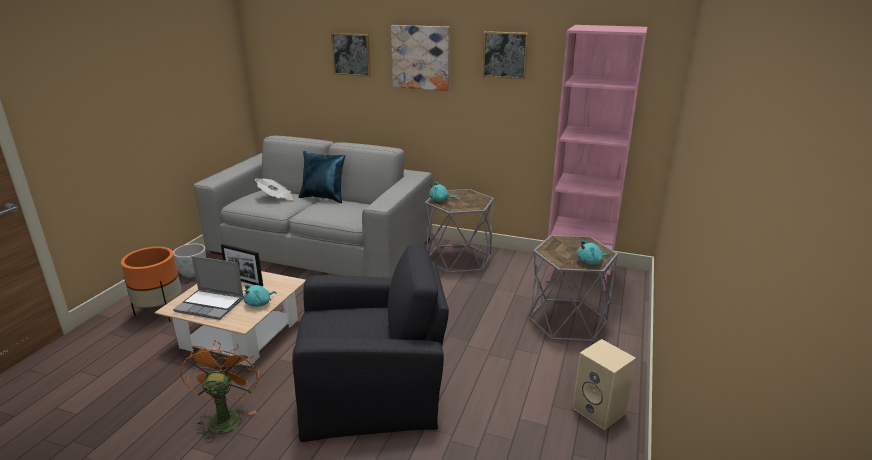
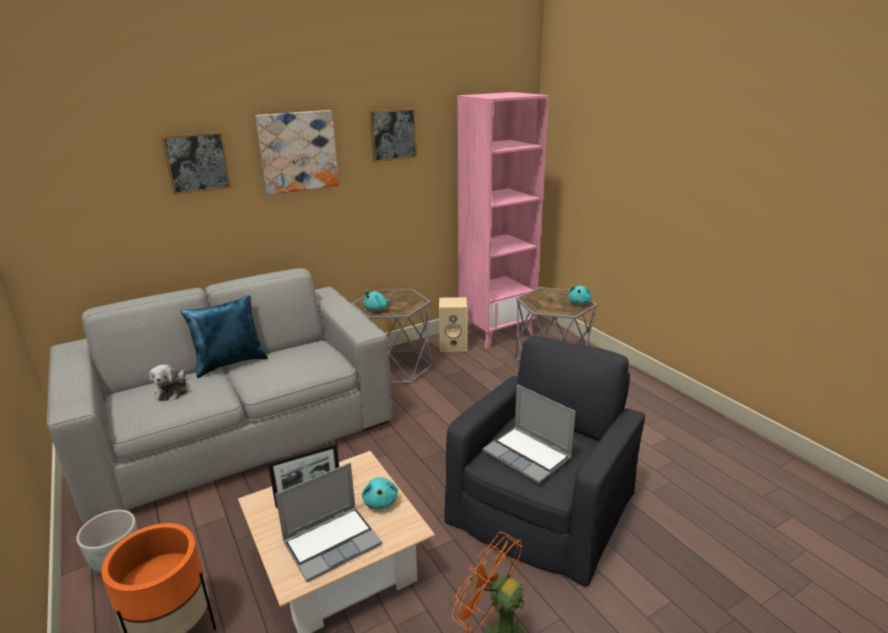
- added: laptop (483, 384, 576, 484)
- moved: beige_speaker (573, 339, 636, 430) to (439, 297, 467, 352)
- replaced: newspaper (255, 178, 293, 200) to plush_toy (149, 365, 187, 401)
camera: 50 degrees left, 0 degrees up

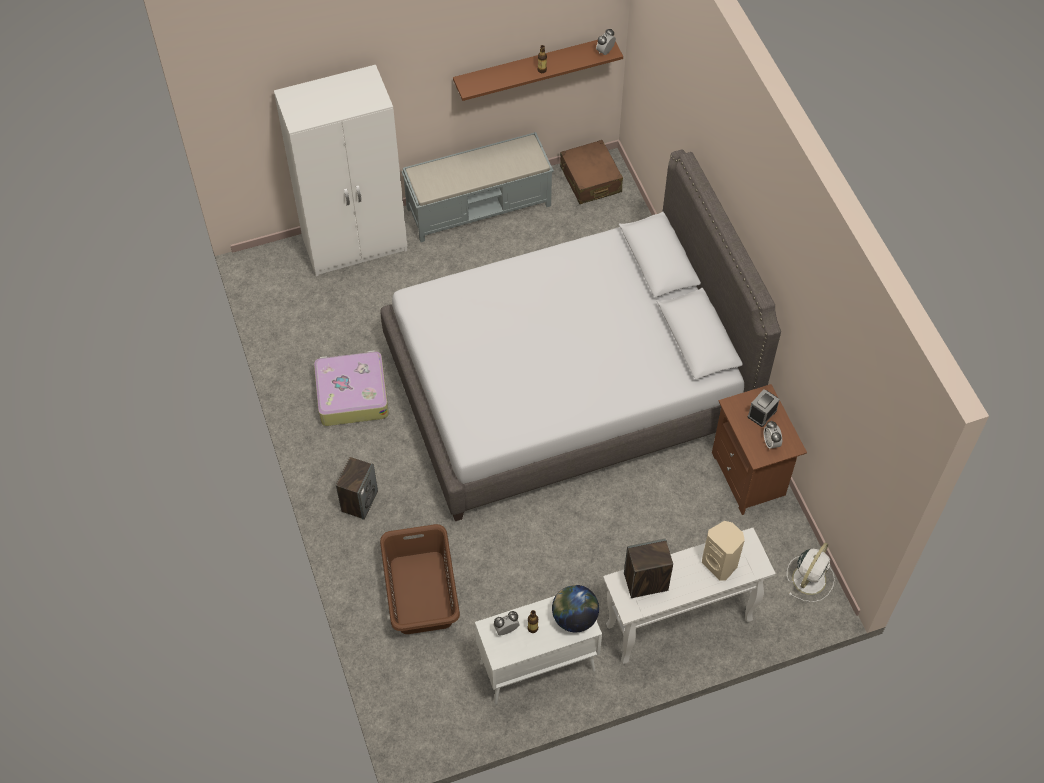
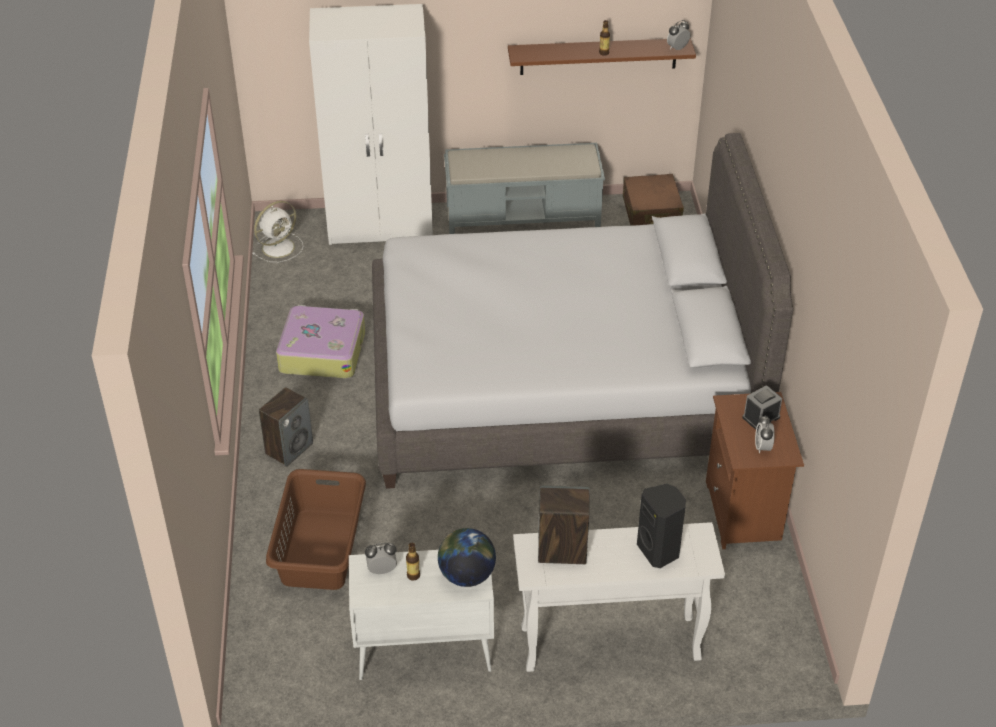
- moved: white_fan (787, 543, 835, 602) to (252, 201, 303, 262)
- recoloured: beige_speaker (702, 521, 745, 581) to black_speaker (637, 484, 686, 568)
camera: 15 degrees right, 15 degrees down

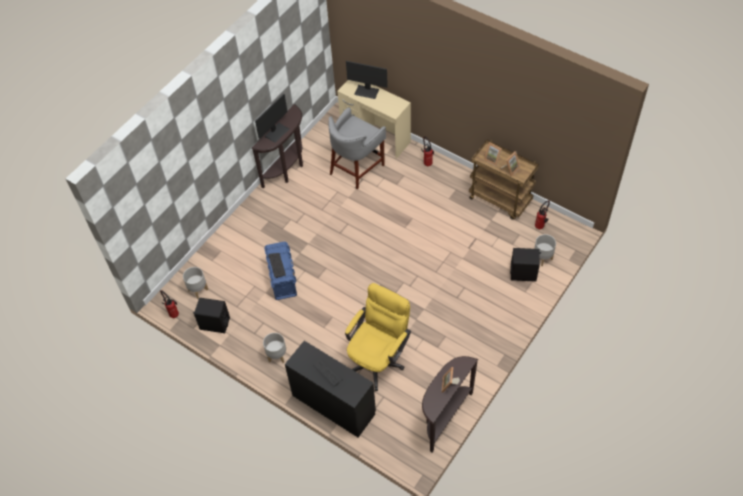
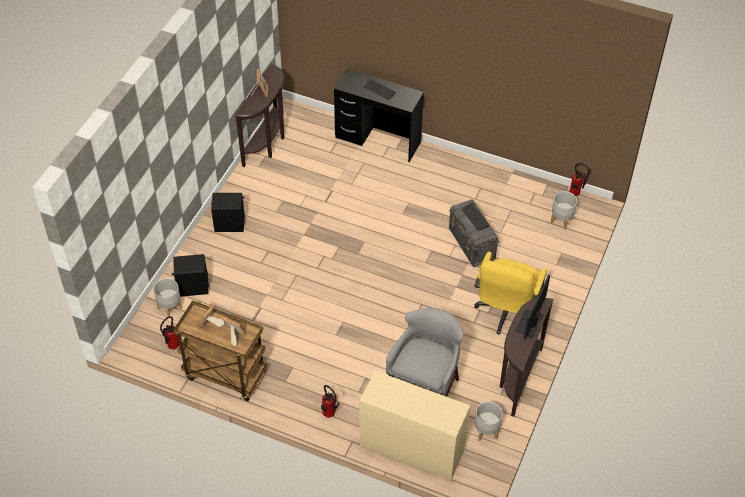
- removed: monitor (346, 61, 388, 99)
- moved: black_speaker (193, 298, 230, 333) to (211, 193, 245, 232)
- moved: grey_planter (263, 333, 286, 363) to (475, 402, 503, 441)
- moved: yellow_office_chair (345, 283, 411, 391) to (474, 252, 547, 335)
- recoloured: blue_storage_box (264, 241, 297, 300) to grey_storage_box (449, 199, 499, 267)
camera: 165 degrees right, 5 degrees down

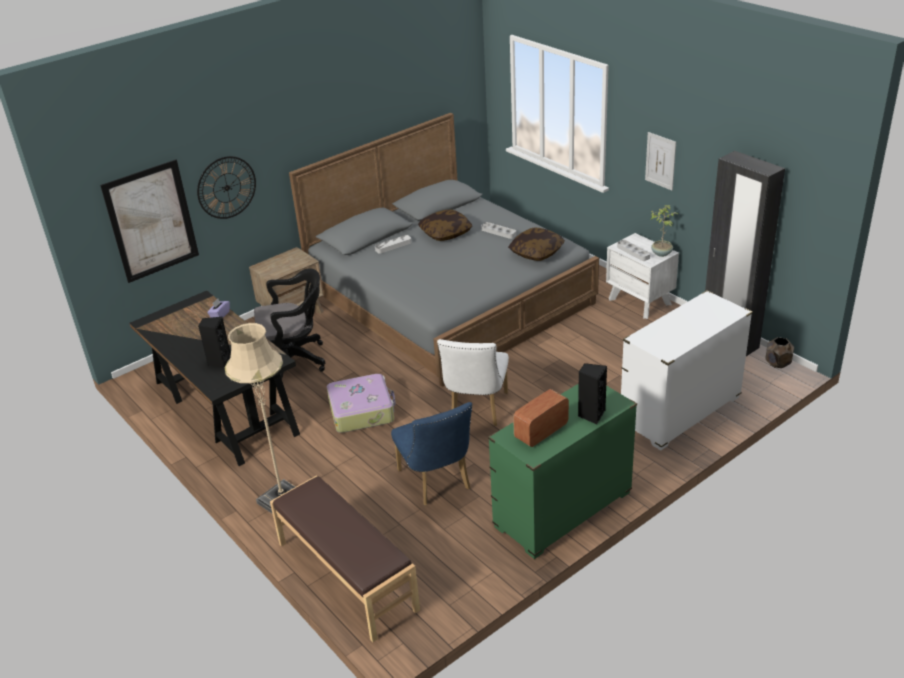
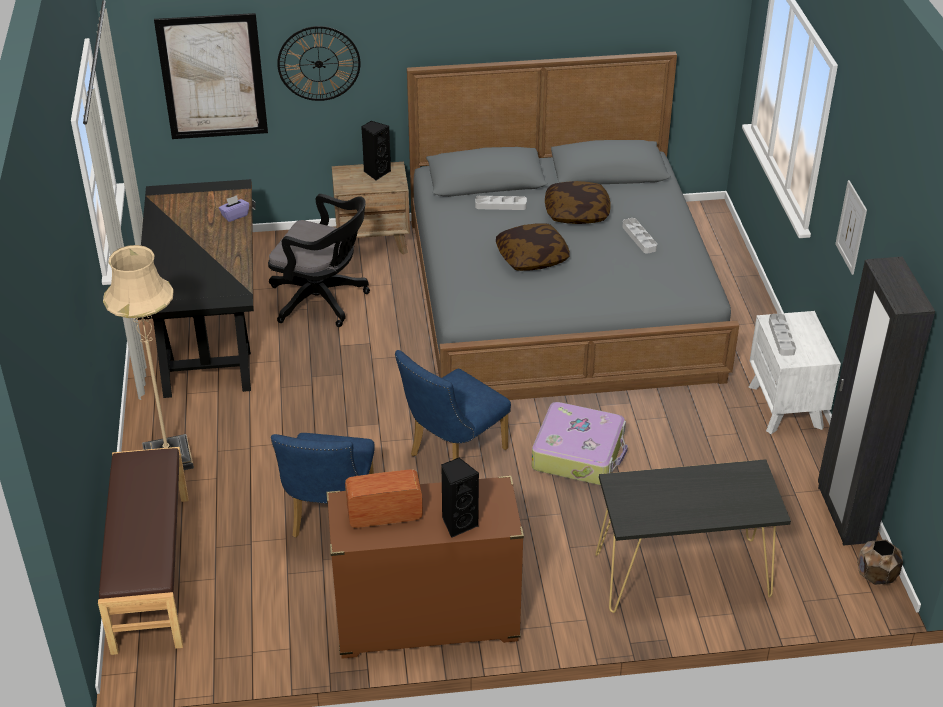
- removed: potted_plant (651, 205, 679, 257)
- moved: black_speaker (198, 317, 231, 369) to (361, 120, 391, 180)
- moved: suitcase (327, 374, 396, 433) to (531, 402, 628, 485)
- moved: pillow (508, 228, 565, 261) to (496, 223, 570, 271)
- replaced: white_dresser (621, 290, 752, 451) to black_console_table (596, 459, 791, 613)
- recoloured: white_chair (437, 339, 509, 426) to blue_chair (395, 350, 511, 460)
- recoloured: green_dresser (488, 384, 637, 559) to brown_dresser (326, 476, 524, 659)
camera: 30 degrees right, 5 degrees up

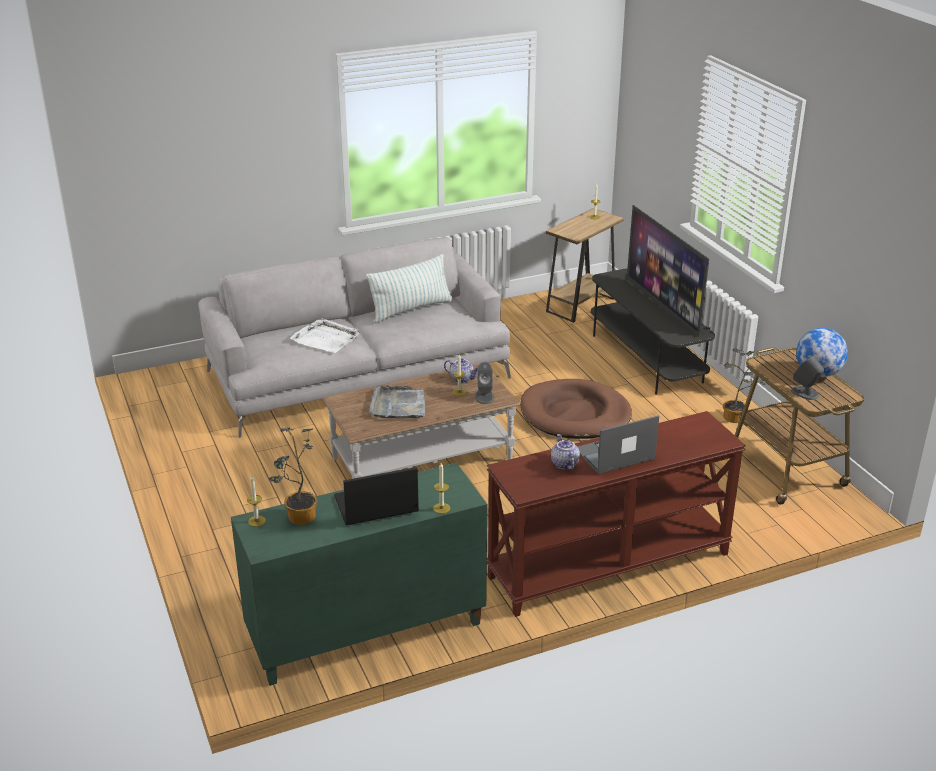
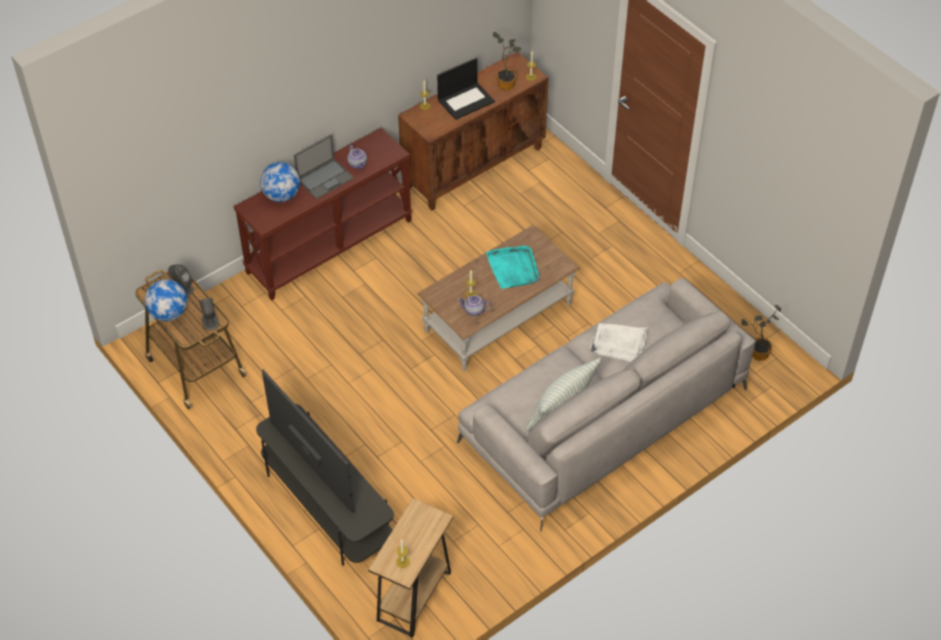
- removed: brown_dog_bed (520, 379, 632, 439)
- added: globe (260, 162, 300, 202)
- moved: grey_speaker (475, 362, 494, 404) to (199, 298, 219, 330)
- moved: potted_plant (723, 349, 765, 423) to (741, 305, 781, 361)
- recoloured: green_cabinet (231, 462, 487, 686) to brown_cabinet (398, 52, 549, 211)
- recoloured: grey_tray (369, 385, 425, 418) to turquoise_tray (486, 245, 540, 289)
camera: 165 degrees right, 20 degrees up

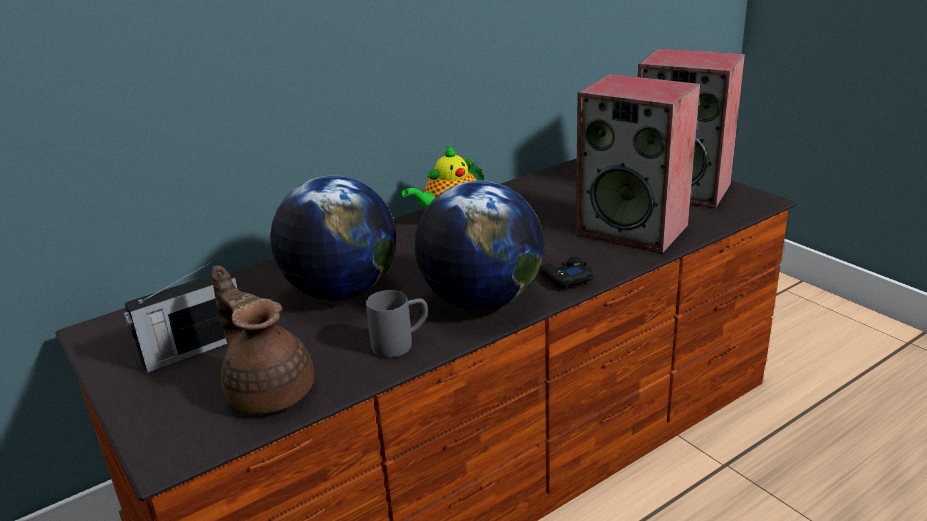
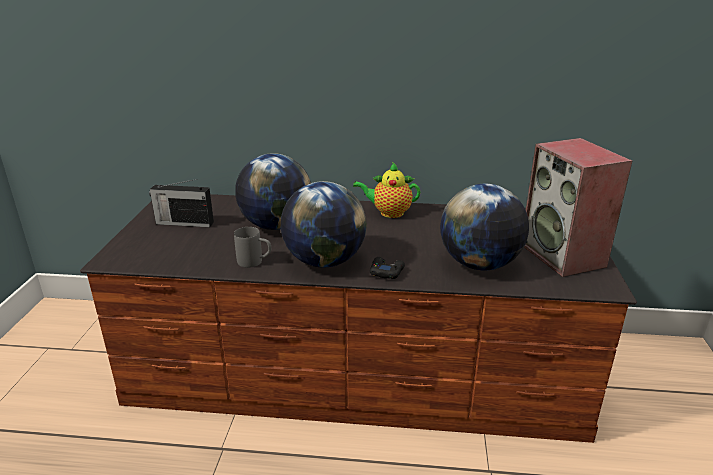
- removed: brown_teapot (212, 266, 314, 414)
- replaced: speaker (576, 74, 700, 254) to globe (440, 184, 529, 270)
camera: 40 degrees right, 0 degrees up

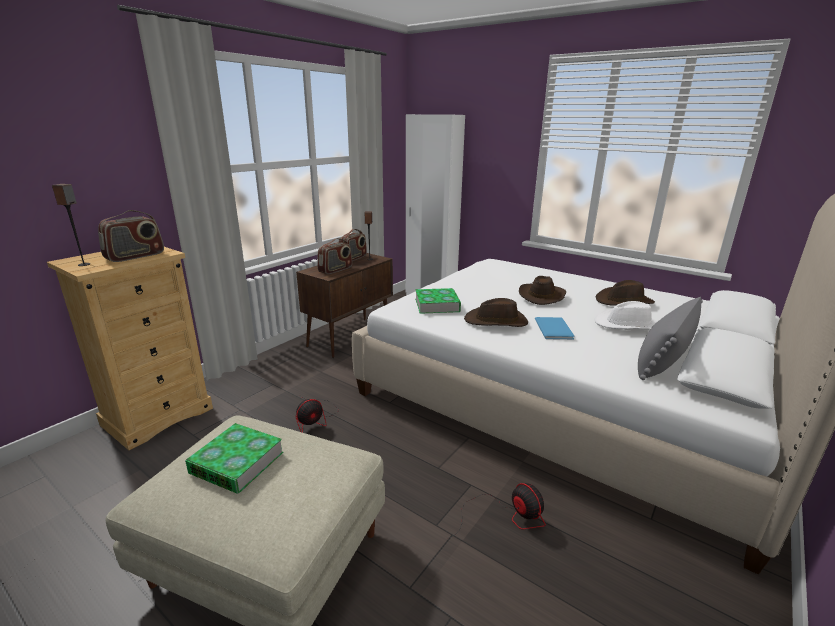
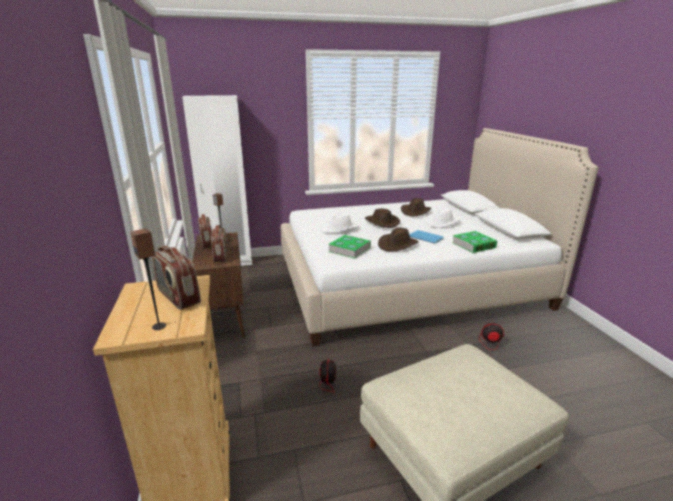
- removed: grey_pillow (638, 297, 703, 380)
- added: white_hat (320, 213, 359, 233)
- moved: book (185, 423, 283, 494) to (452, 231, 497, 253)
- turned: radio (98, 210, 164, 262) = (152, 246, 201, 310) 150 degrees clockwise
camera: 50 degrees left, 0 degrees up

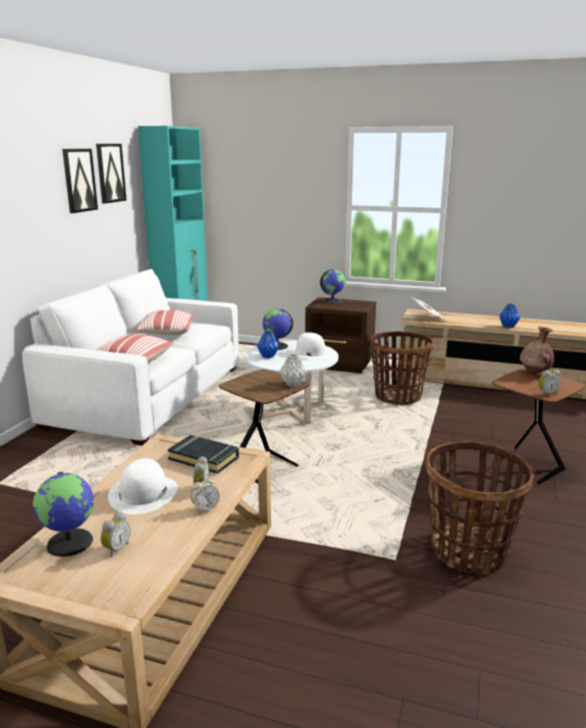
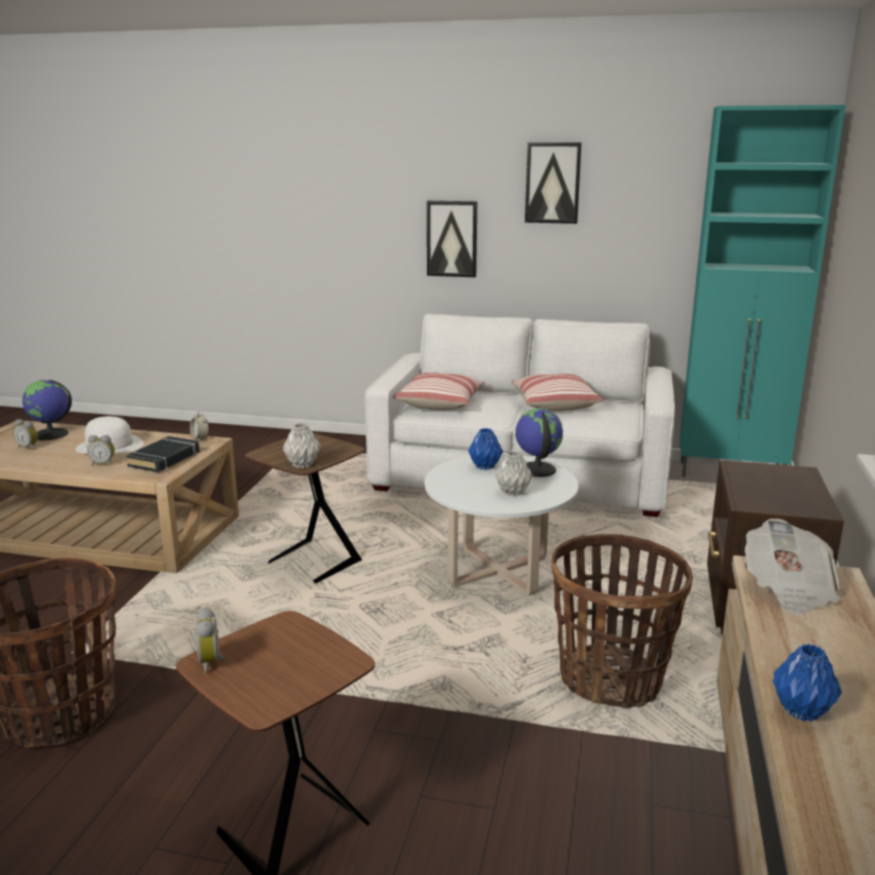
- removed: globe (320, 269, 345, 304)
- removed: brown_vase (520, 327, 554, 374)
- moved: picture (96, 144, 126, 204) to (427, 201, 477, 277)
- moved: alarm_clock (191, 475, 220, 513) to (190, 411, 209, 441)
- replaced: white_hat (290, 332, 332, 360) to grey_vase (495, 451, 532, 496)
camera: 85 degrees right, 0 degrees up

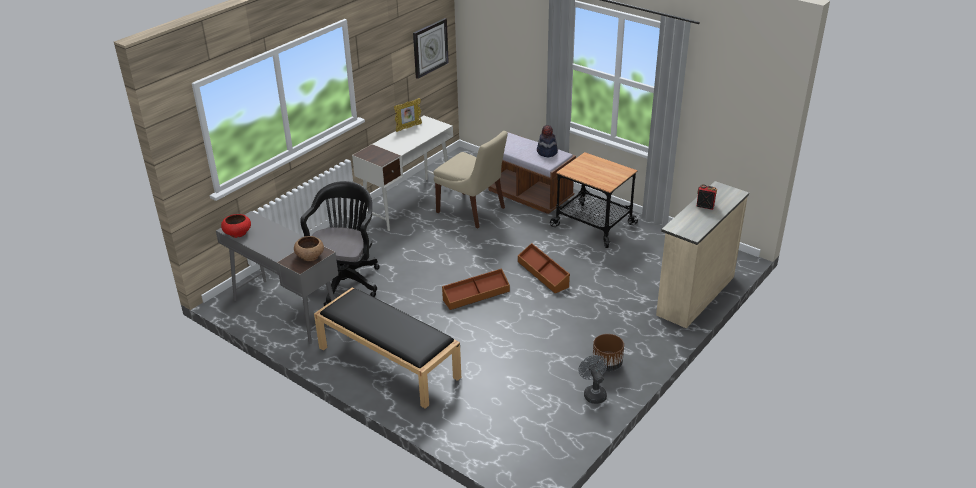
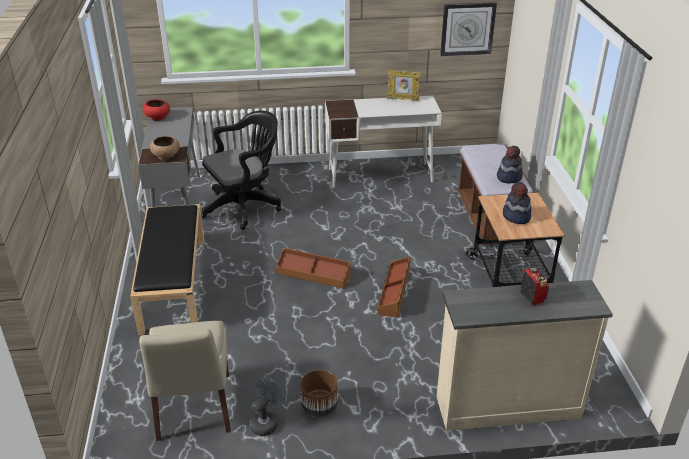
- added: hat (503, 182, 531, 224)
- moved: beige_chair (434, 131, 508, 228) to (139, 321, 231, 441)
camera: 45 degrees right, 0 degrees up

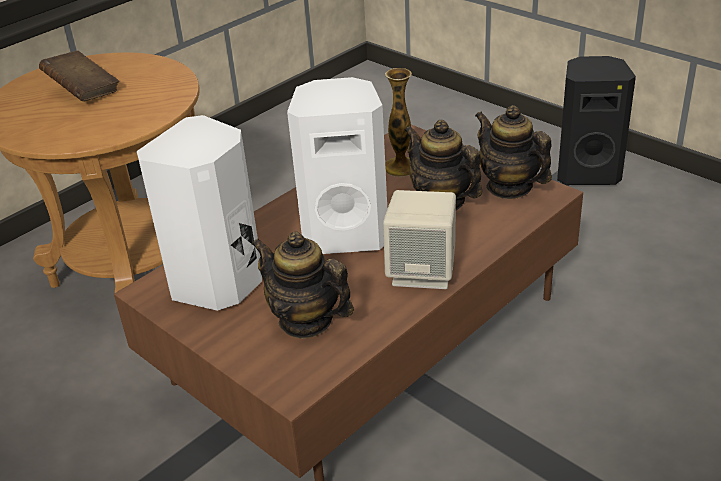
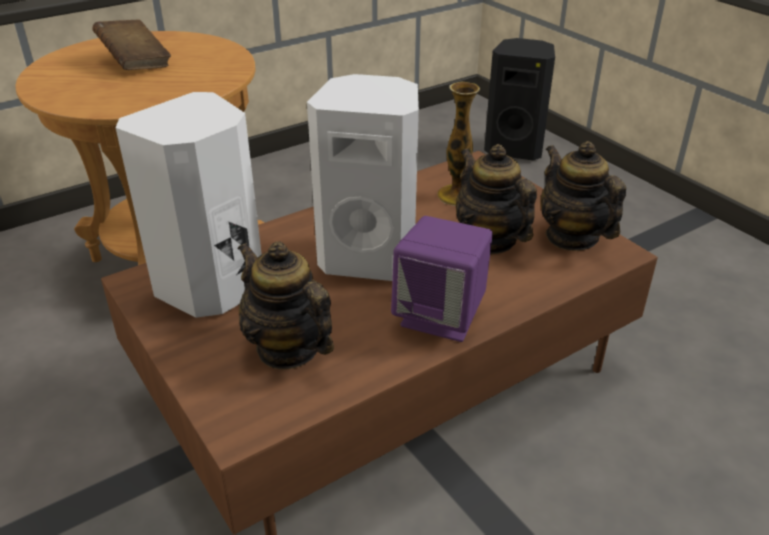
- moved: black_speaker (557, 56, 636, 185) to (484, 38, 555, 160)
- recoloured: beige_speaker (383, 190, 456, 289) to purple_speaker (391, 216, 493, 342)
camera: 10 degrees right, 0 degrees up

